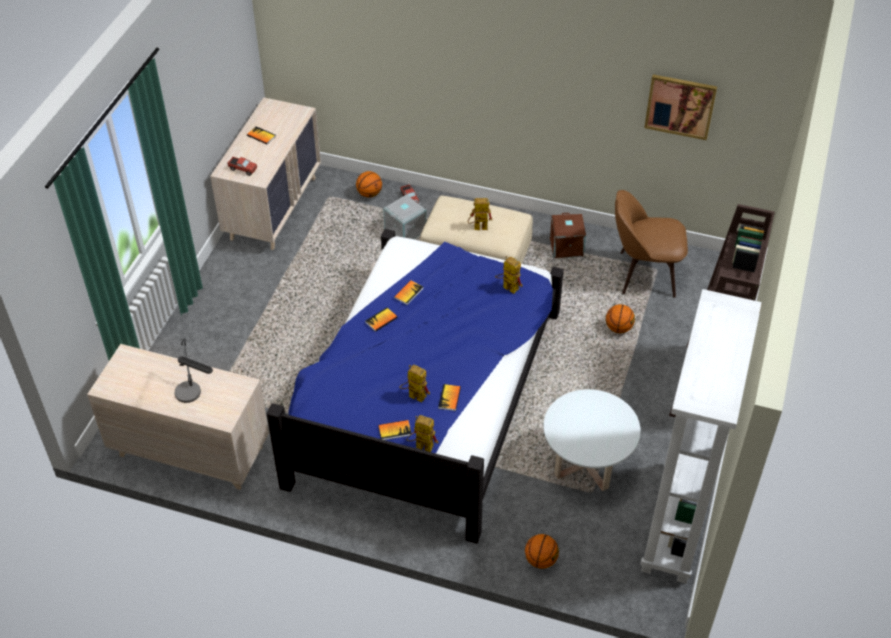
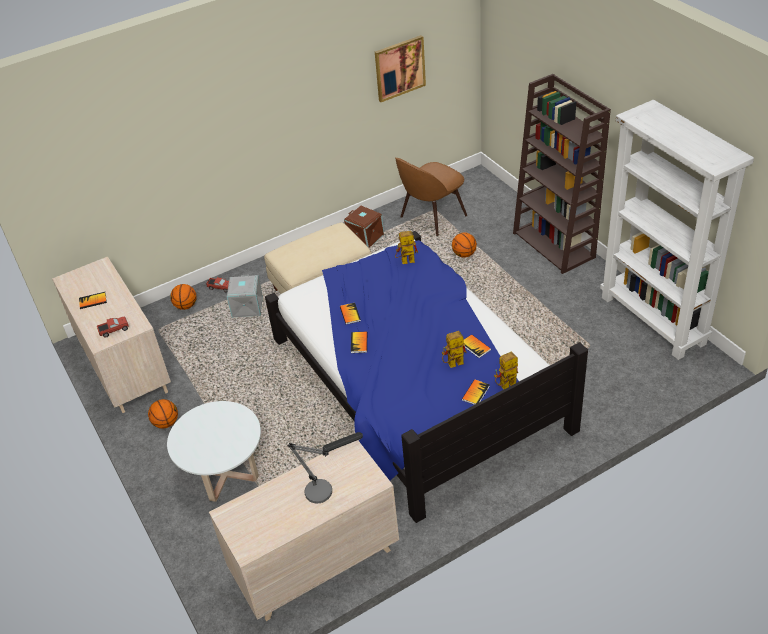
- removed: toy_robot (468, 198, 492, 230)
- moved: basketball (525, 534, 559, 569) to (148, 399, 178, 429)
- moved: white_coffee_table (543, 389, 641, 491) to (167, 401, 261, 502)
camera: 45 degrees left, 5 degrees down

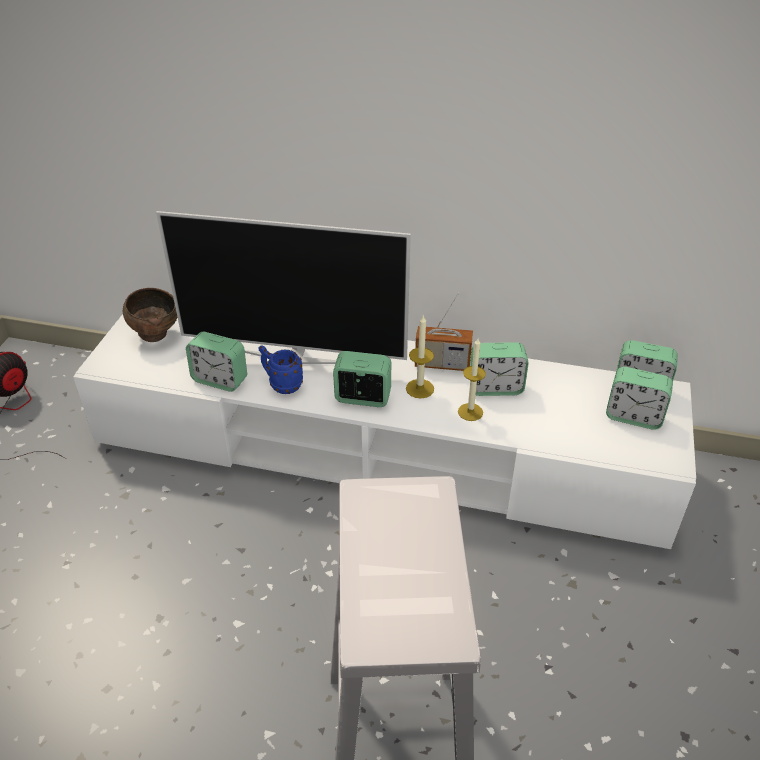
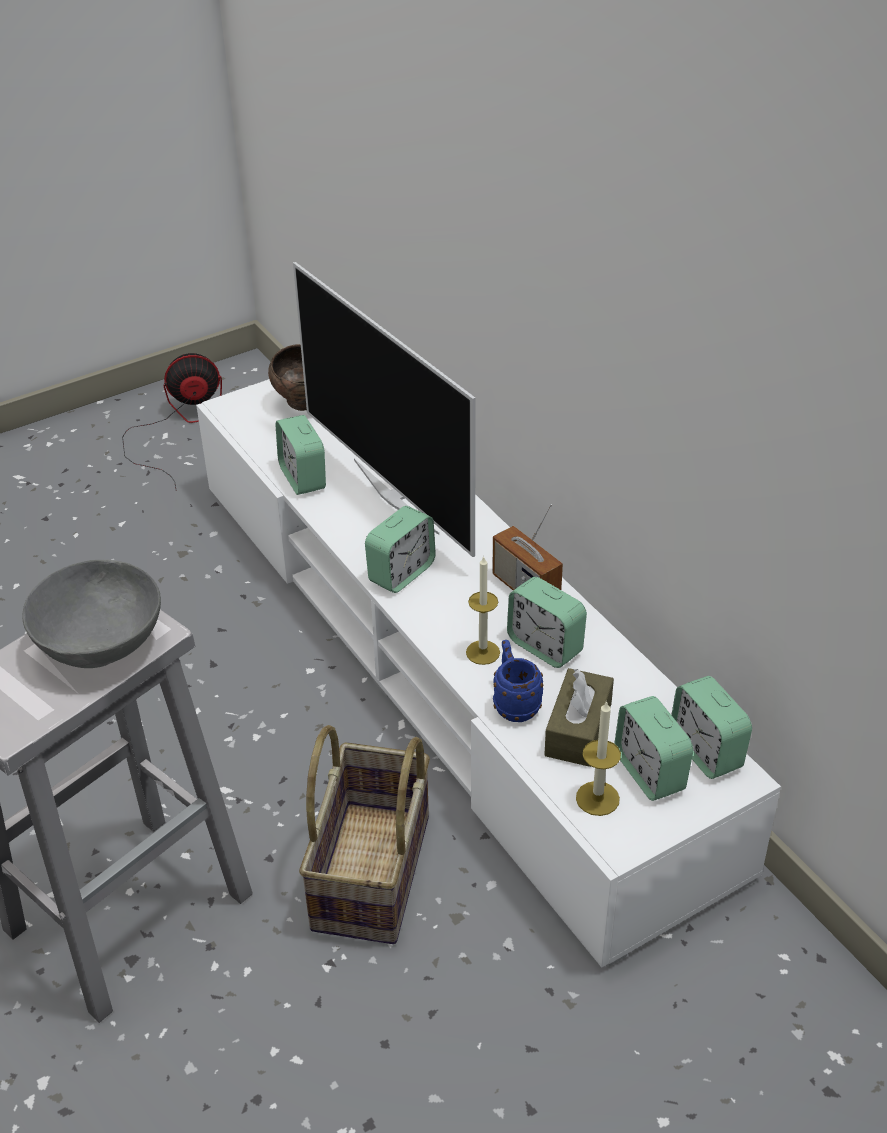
- added: grey_bowl (22, 560, 161, 668)
- added: basket (299, 725, 430, 944)
- added: brown_tissue_box (544, 668, 614, 767)
- moved: blue_mug (259, 345, 303, 394) to (493, 640, 543, 722)
- moved: candle (406, 316, 434, 398) to (576, 700, 621, 816)
- turned: alarm_clock (333, 351, 391, 407) = (365, 506, 436, 593) 75 degrees clockwise
camera: 45 degrees right, 0 degrees up

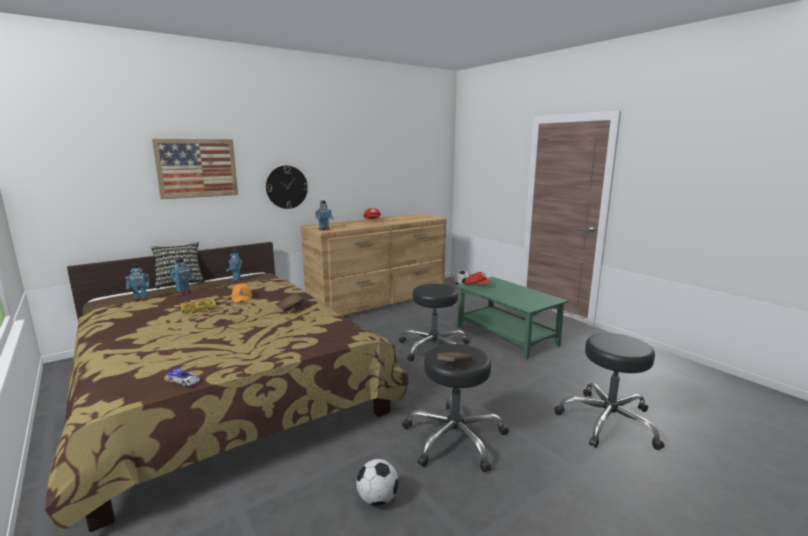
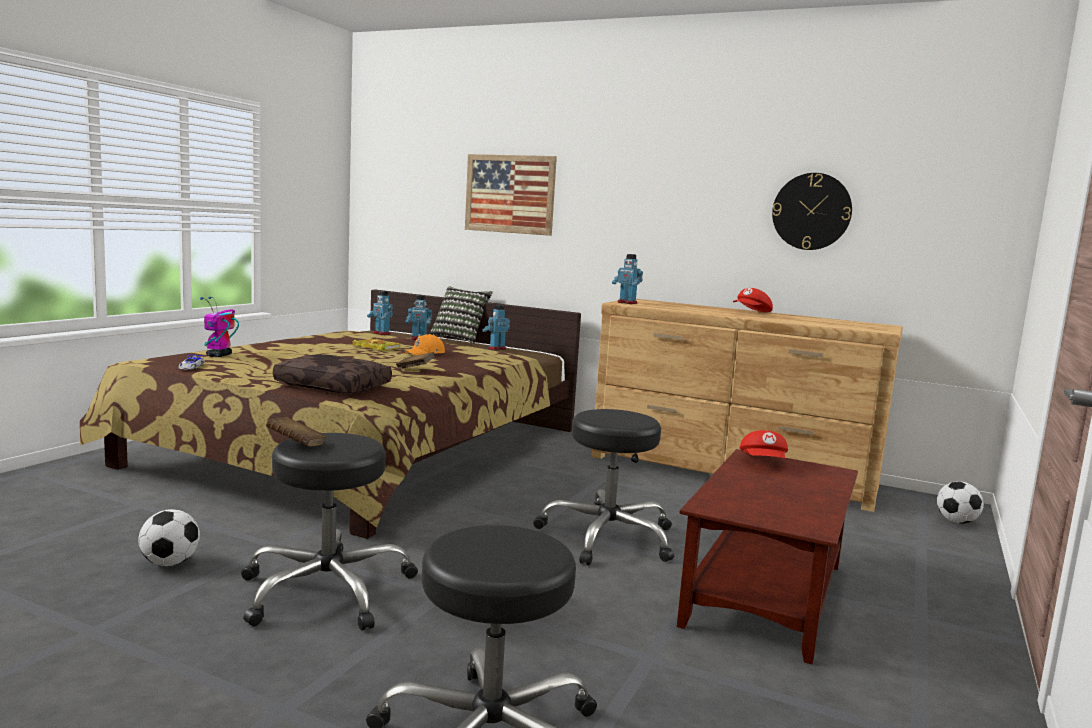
- added: toy_robot (200, 296, 239, 357)
- added: brown_pillow (273, 354, 392, 394)
- moved: wall_clock (266, 166, 308, 209) to (772, 173, 852, 250)
- recoloured: green_coffee_table (456, 277, 568, 360) to brown_coffee_table (677, 449, 858, 664)
camera: 60 degrees right, 5 degrees down

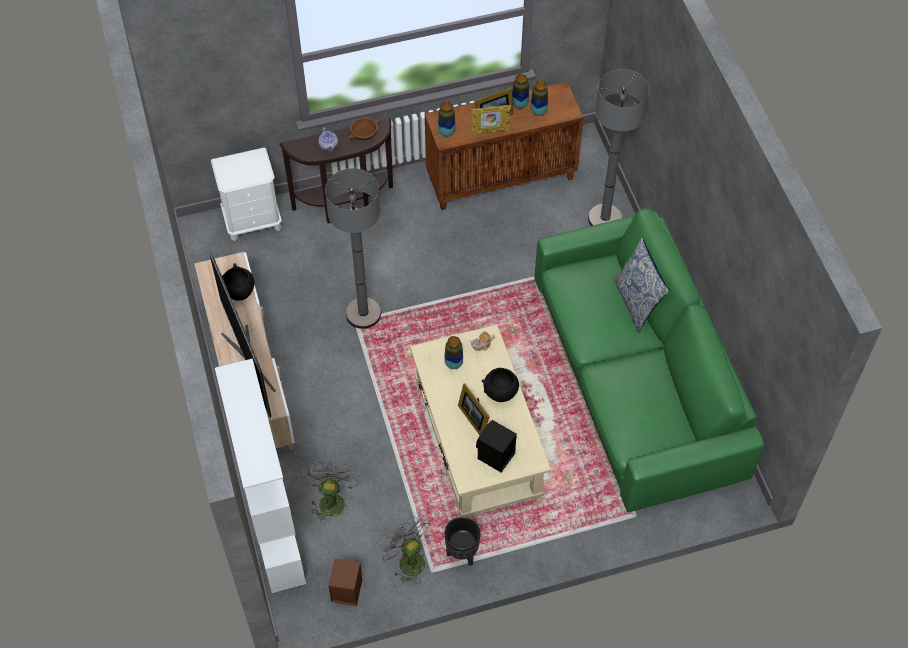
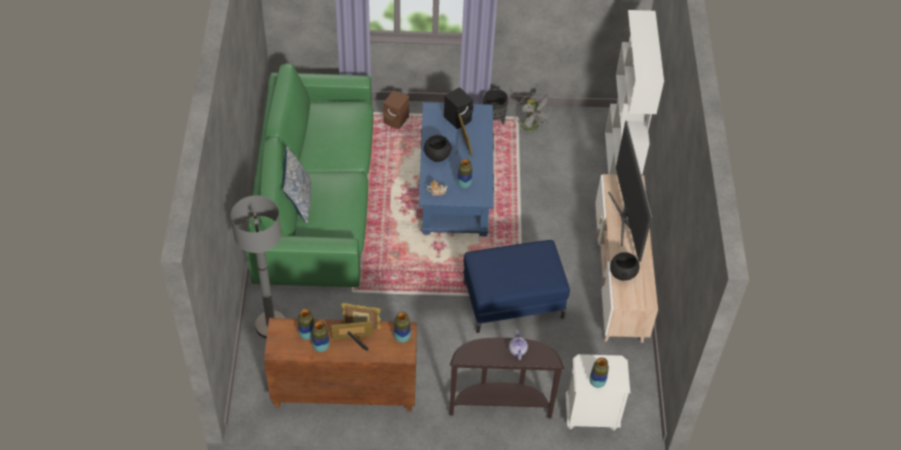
- removed: grey_fan (301, 462, 359, 523)
- removed: brown_bowl (349, 118, 380, 140)
- added: vase (589, 357, 609, 388)
- moved: brown_speaker (328, 559, 362, 606) to (383, 90, 409, 129)
- replaced: grey_floor_lamp (325, 168, 381, 329) to blue_ottoman (463, 240, 570, 333)
- recoloured: beige_coffee_table (410, 325, 551, 517) to blue_coffee_table (419, 102, 494, 236)
camera: 165 degrees left, 5 degrees down

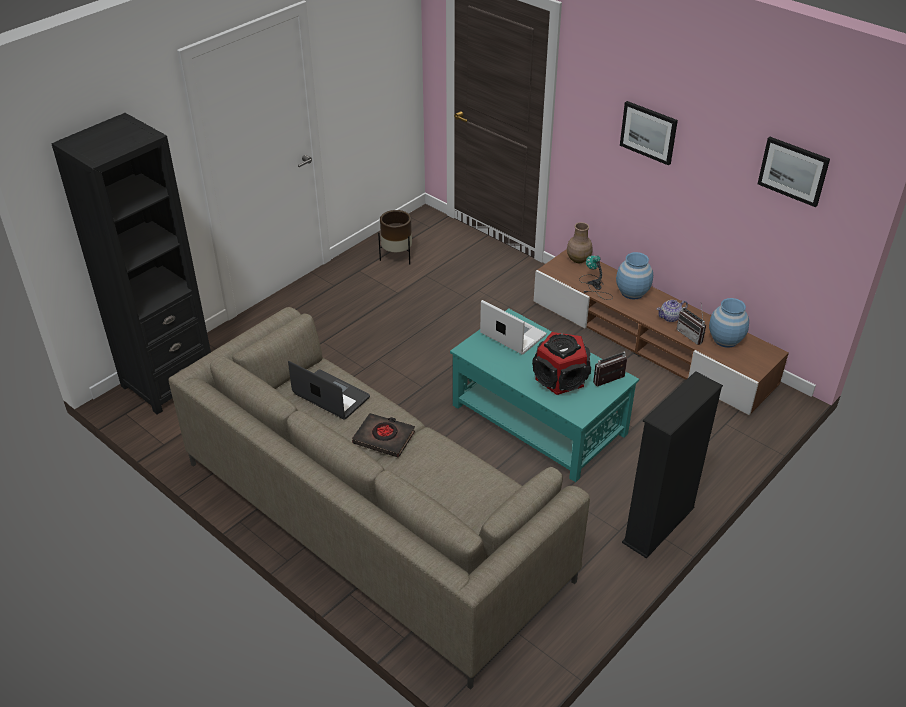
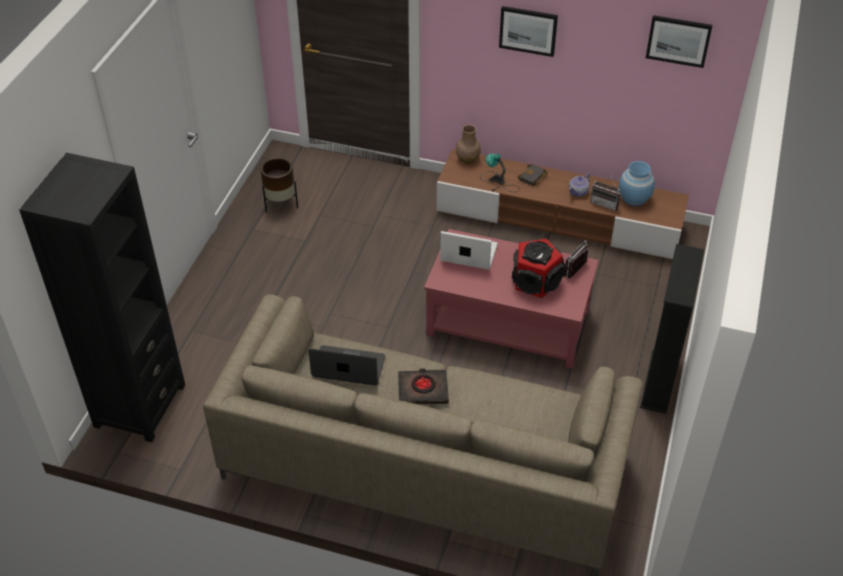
- replaced: blue_vase (616, 252, 653, 300) to black_book (517, 164, 548, 186)
- recoloured: turquoise_coffee_table (450, 309, 639, 482) to red_coffee_table (424, 229, 599, 369)
camera: 25 degrees left, 5 degrees up

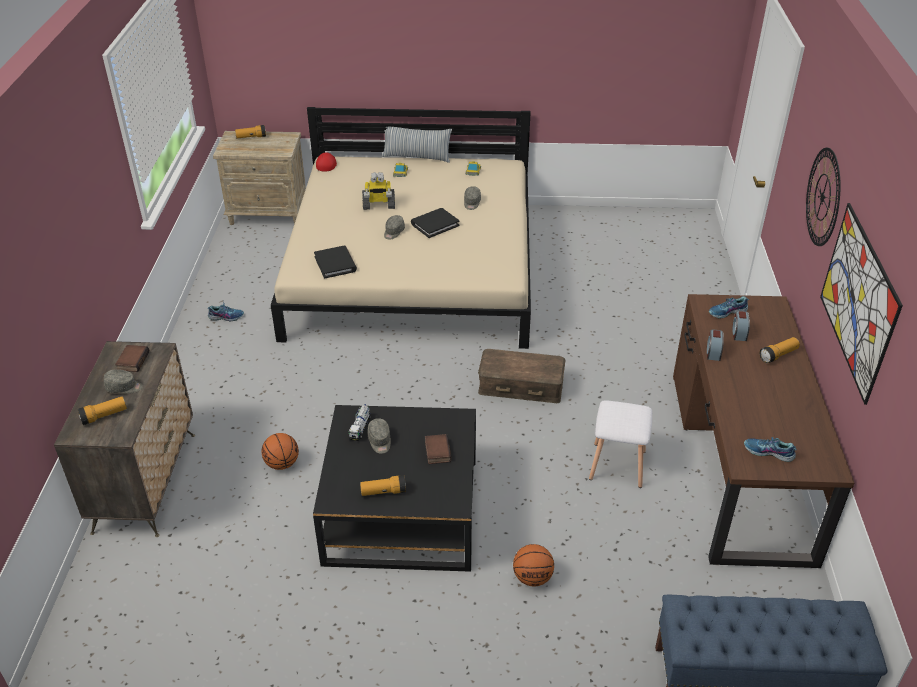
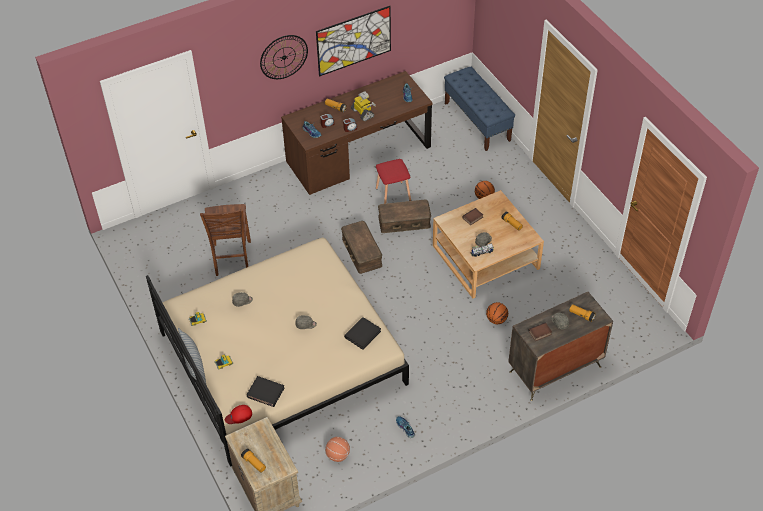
- added: brown_chair (200, 204, 251, 276)
- added: basketball (325, 437, 350, 462)
- added: brown_storage_box (378, 200, 431, 233)
- moved: toy_robot (362, 172, 395, 210) to (351, 91, 376, 121)
- moved: black_book (411, 208, 460, 238) to (247, 376, 284, 407)
- recoloured: black_coffee_table (313, 405, 476, 572) to beige_coffee_table (433, 190, 544, 299)
- recoloured: white_stool (589, 400, 652, 488) to red_stool (376, 159, 411, 204)
camera: 120 degrees left, 10 degrees up

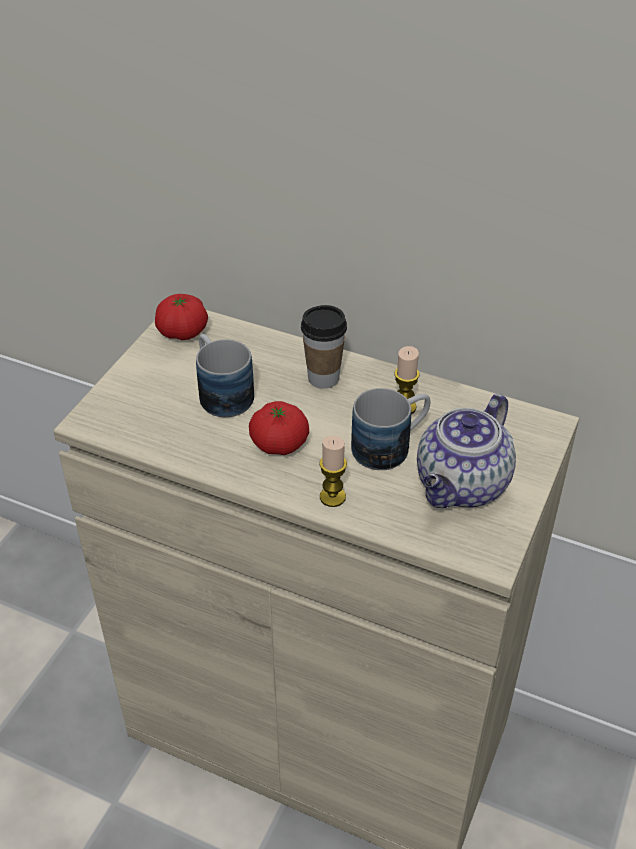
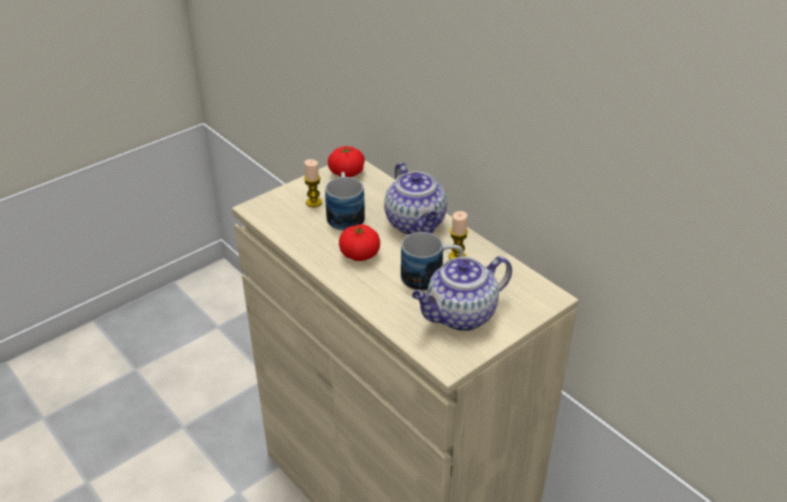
- moved: candle (319, 436, 347, 507) to (304, 159, 322, 208)
- replaced: cup (301, 305, 347, 389) to teapot (384, 162, 447, 235)
camera: 25 degrees right, 5 degrees down

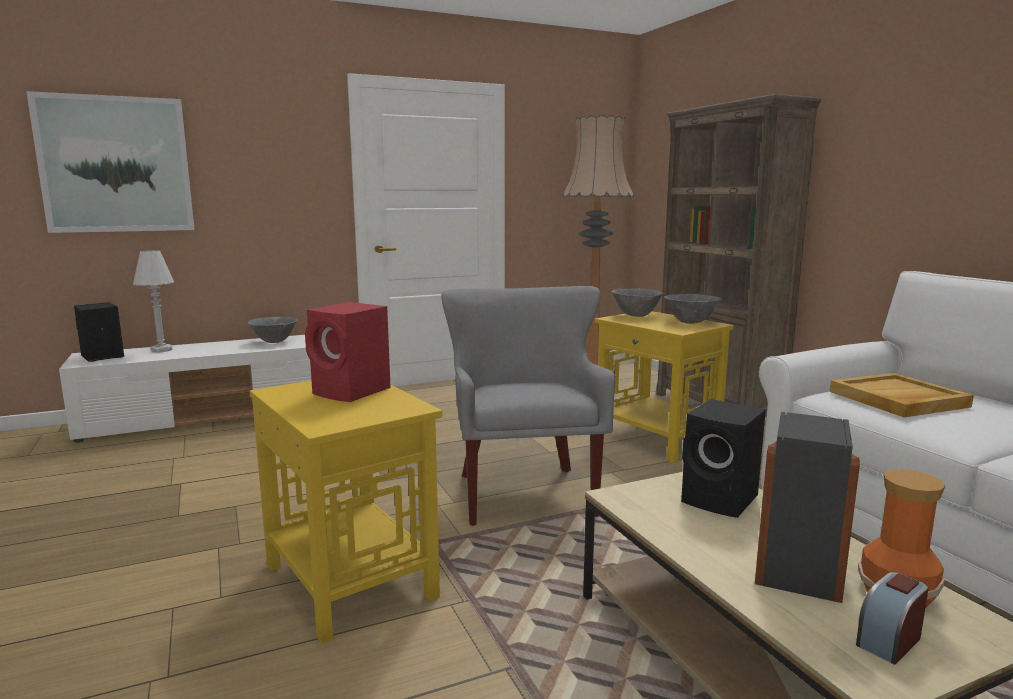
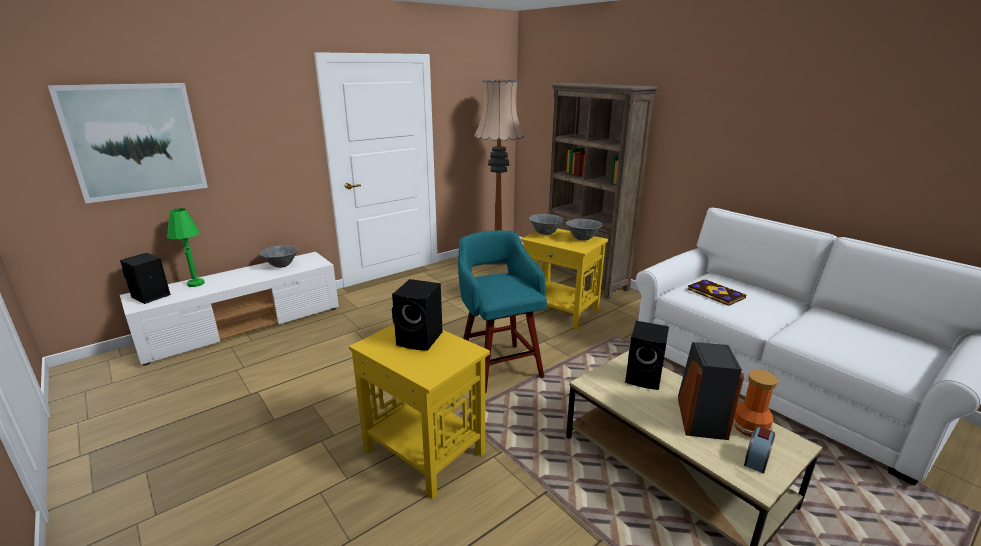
- replaced: grey_armchair (441, 286, 616, 526) to turquoise_stool (458, 230, 547, 393)
- replaced: beige_tray (830, 373, 974, 417) to book (688, 279, 746, 306)
- recoloured: white_table_lamp (133, 250, 174, 353) to green_table_lamp (167, 208, 205, 287)
- recoloured: red_speaker (305, 302, 391, 402) to black_speaker (392, 279, 443, 351)
camera: 15 degrees left, 10 degrees up

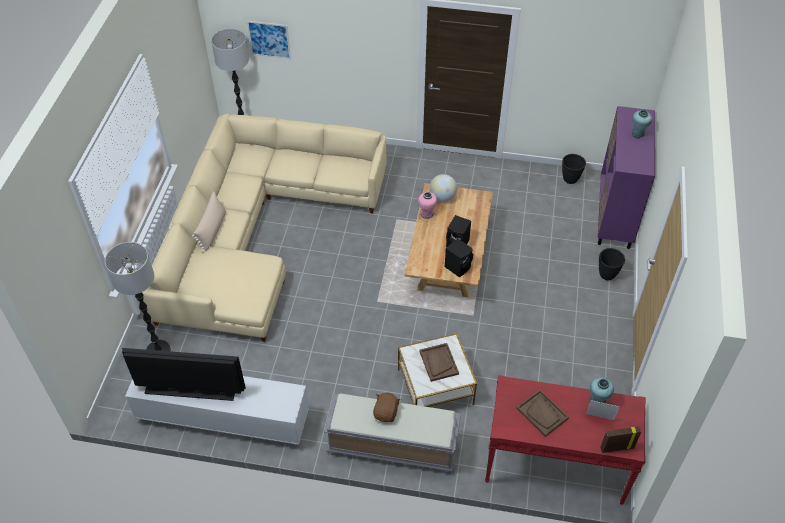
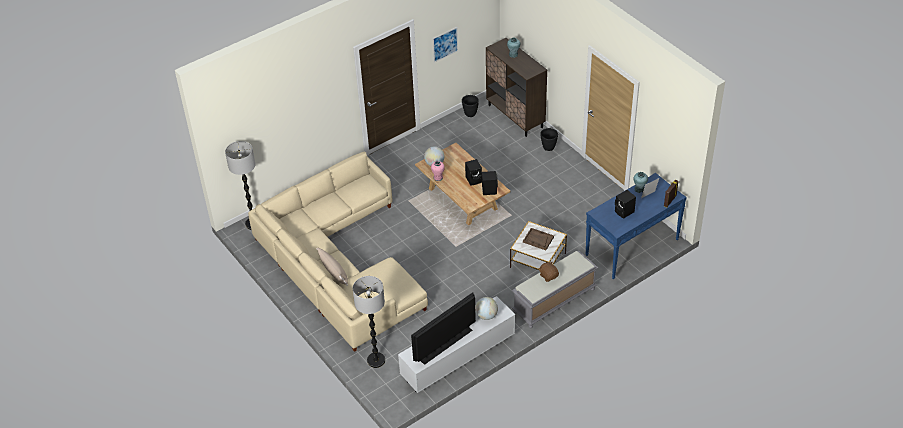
- added: globe (475, 297, 498, 320)
- moved: picture (247, 21, 291, 59) to (432, 27, 458, 63)
- replaced: brown_tray (516, 389, 569, 437) to black_speaker (615, 190, 636, 219)
- recoloured: red_console_table (485, 375, 646, 505) to blue_console_table (585, 173, 687, 279)
- recoloured: purple_cabinet (598, 106, 655, 249) to brown_cabinet (486, 38, 547, 137)
camera: 45 degrees left, 5 degrees down

